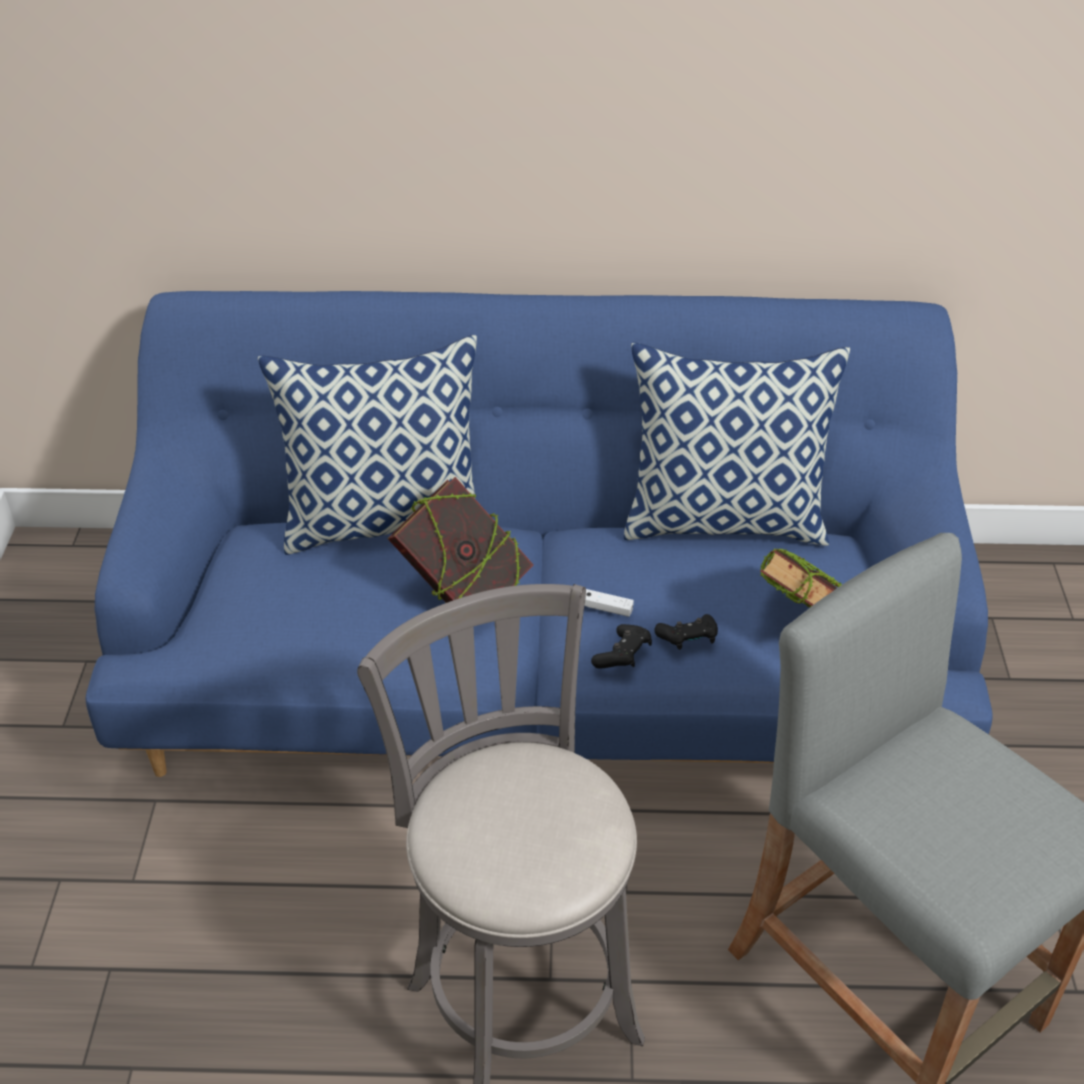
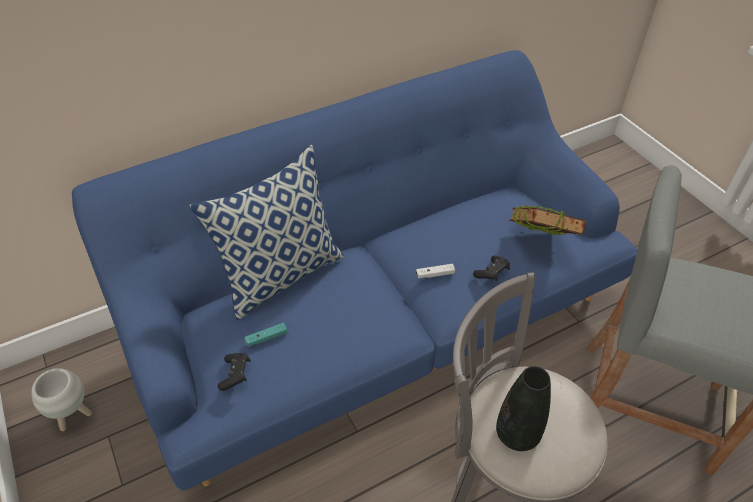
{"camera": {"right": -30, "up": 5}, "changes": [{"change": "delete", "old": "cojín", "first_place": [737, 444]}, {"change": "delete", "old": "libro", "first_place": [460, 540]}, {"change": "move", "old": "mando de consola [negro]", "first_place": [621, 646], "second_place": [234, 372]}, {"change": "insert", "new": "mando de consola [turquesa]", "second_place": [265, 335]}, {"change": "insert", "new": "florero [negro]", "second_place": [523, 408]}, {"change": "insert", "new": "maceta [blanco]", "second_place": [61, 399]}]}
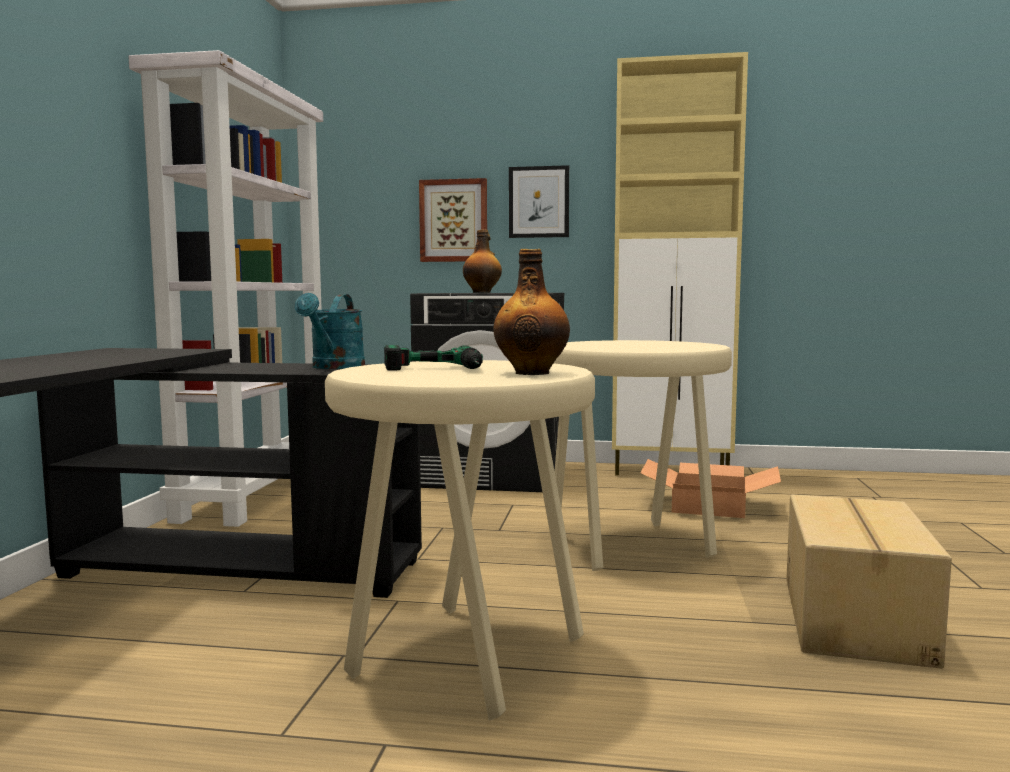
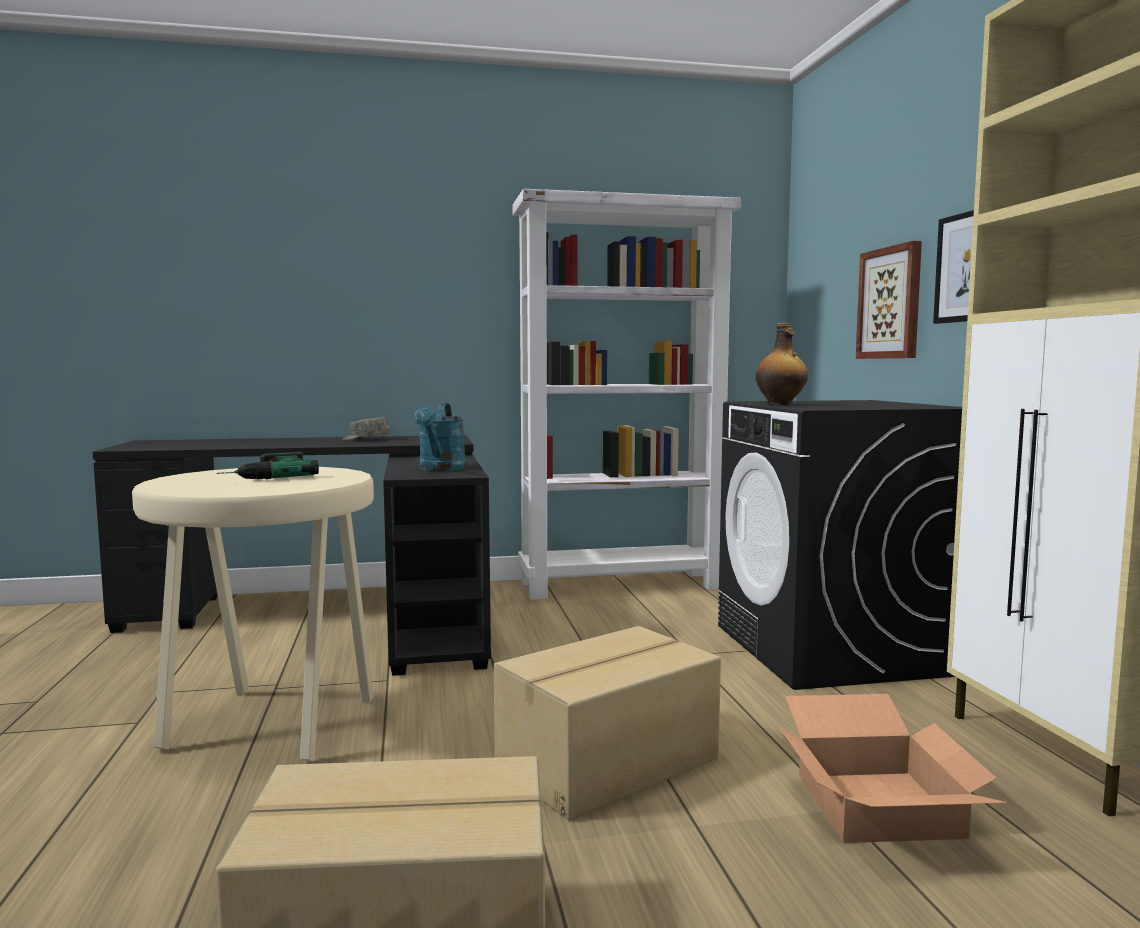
{"camera": {"right": 70, "up": 0}, "changes": [{"change": "delete", "old": "botella", "first_place": [531, 312]}, {"change": "rotate", "old": "regadera [turquesa]", "first_place": [330, 331], "second_place": [440, 437], "degrees": -75}, {"change": "replace", "old": "taburete [beis]", "new": "caja de cartón", "first_place": [643, 455], "second_place": [607, 723]}, {"change": "insert", "new": "gorra [gris]", "second_place": [366, 428]}]}
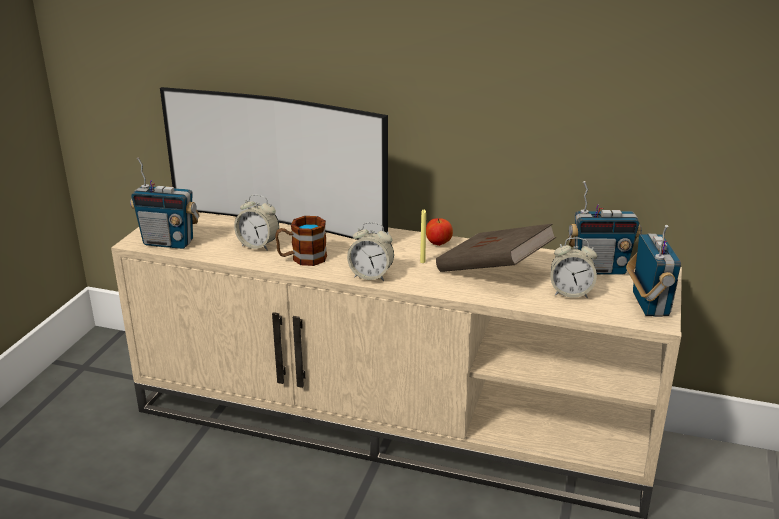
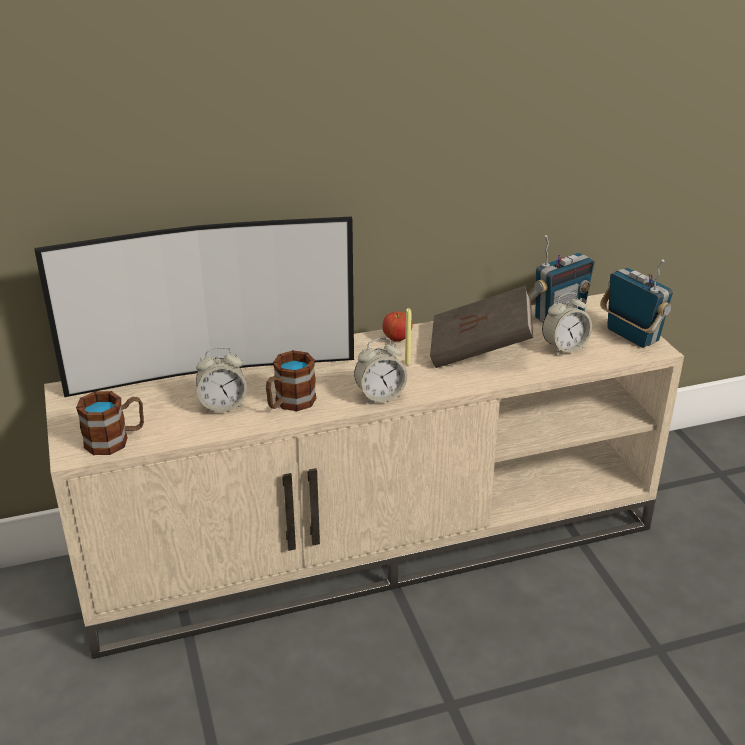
{"camera": {"right": -35, "up": 5}, "changes": [{"change": "replace", "old": "radio", "new": "taza grande", "first_place": [165, 203], "second_place": [110, 423]}]}
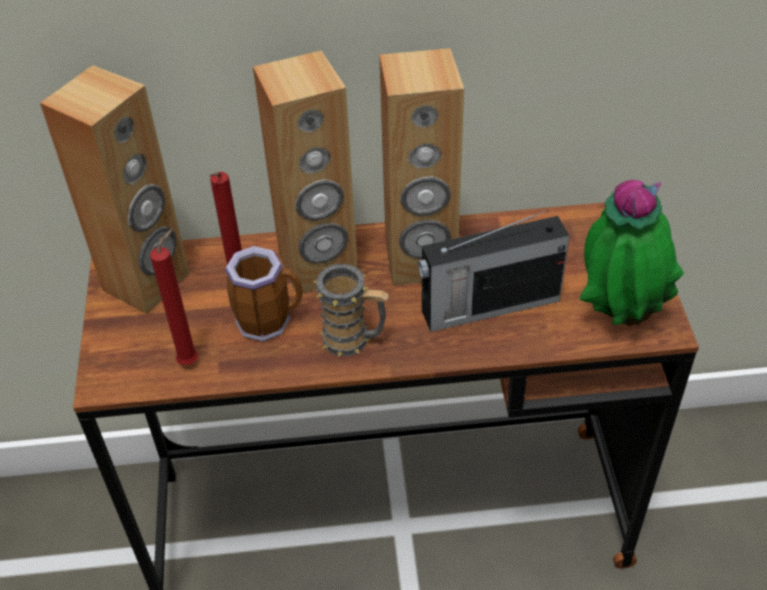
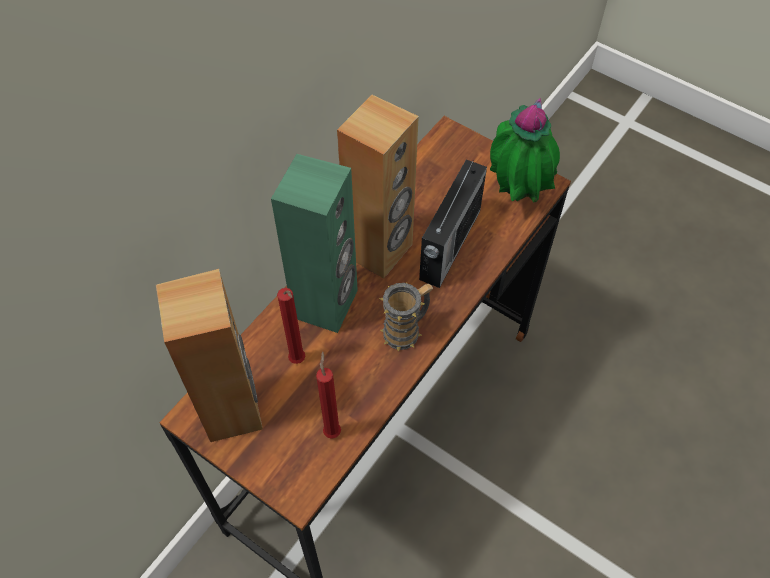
{"camera": {"right": -50, "up": 10}, "changes": [{"change": "recolor", "old": "altavoz [marrón]", "new": "altavoz [verde]", "first_place": [305, 171], "second_place": [314, 243]}, {"change": "delete", "old": "taza grande", "first_place": [263, 294]}]}
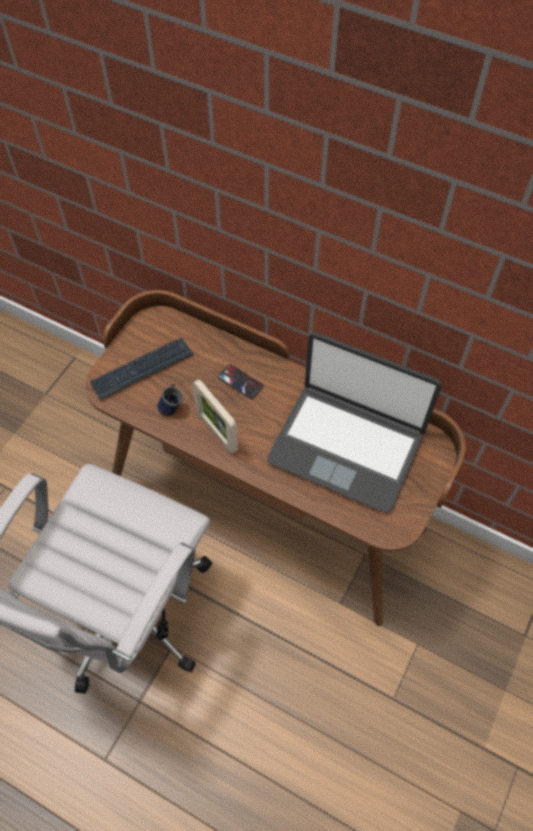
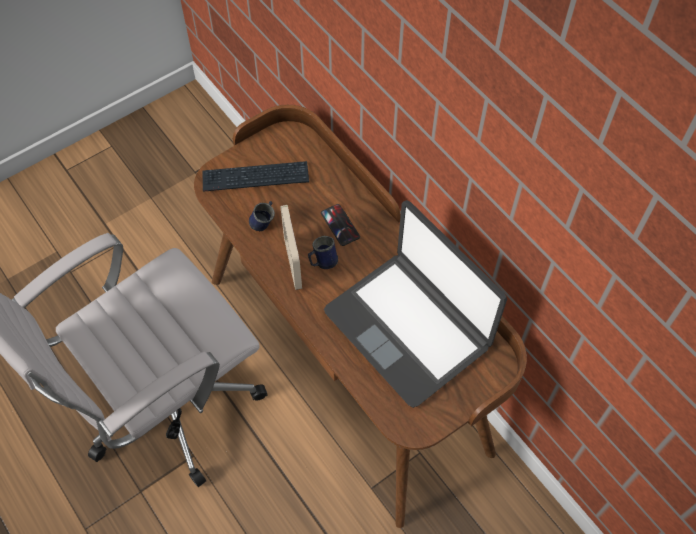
{"camera": {"right": 25, "up": 0}, "changes": [{"change": "insert", "new": "taza grande [azul]", "second_place": [323, 252]}]}
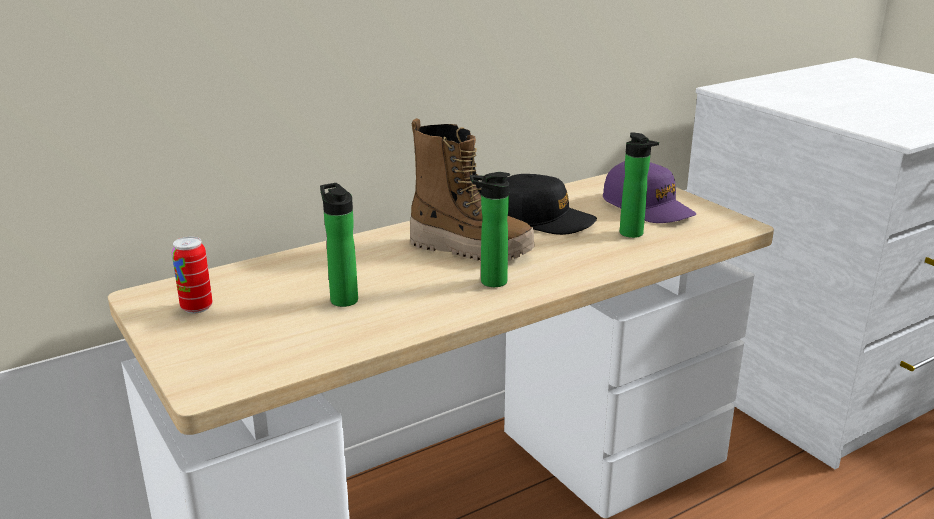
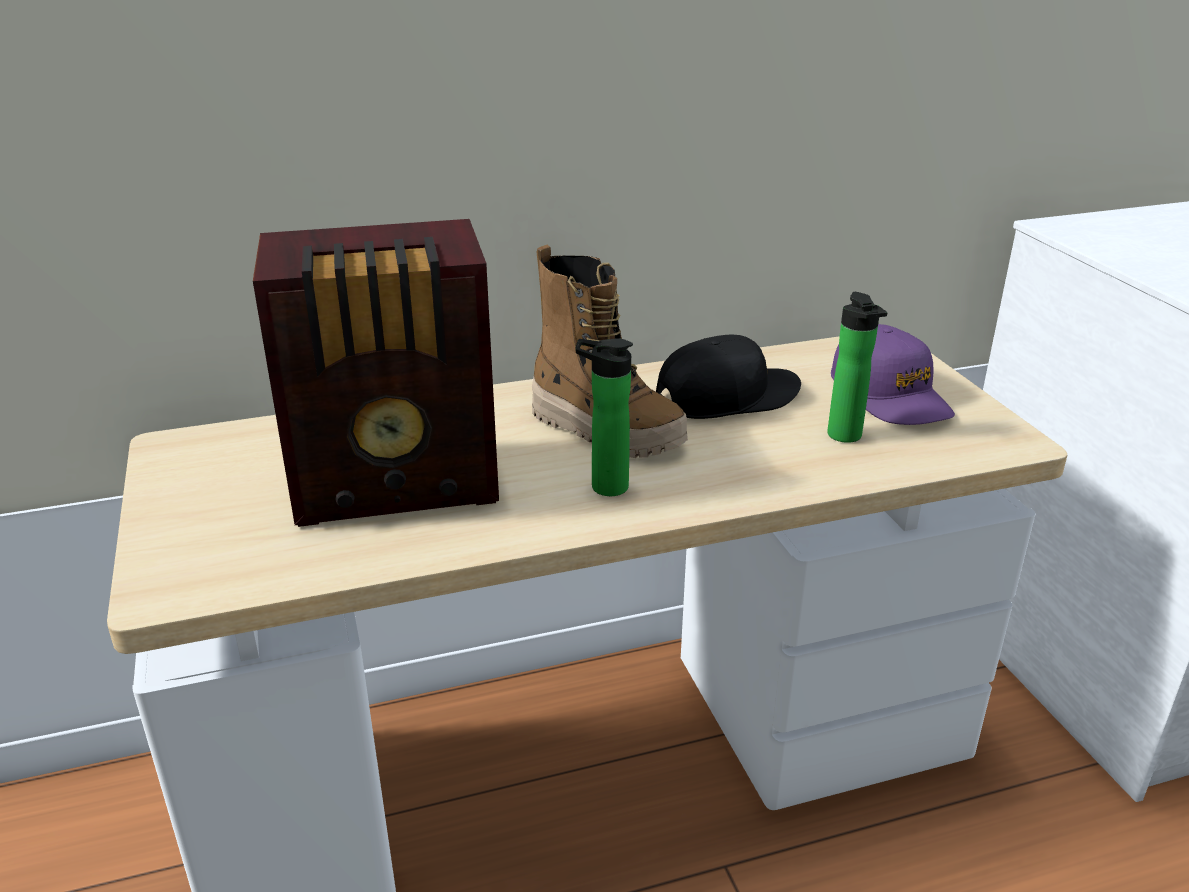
{"camera": {"right": 15, "up": 5}, "changes": [{"change": "rotate", "old": "gorra [negro]", "first_place": [551, 204], "second_place": [728, 377], "degrees": -60}, {"change": "replace", "old": "botella", "new": "radio", "first_place": [339, 245], "second_place": [376, 373]}, {"change": "delete", "old": "lata", "first_place": [192, 275]}]}
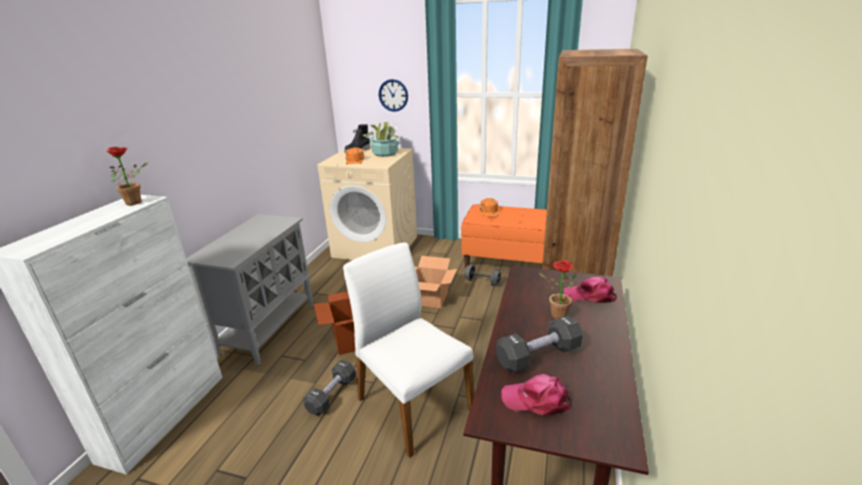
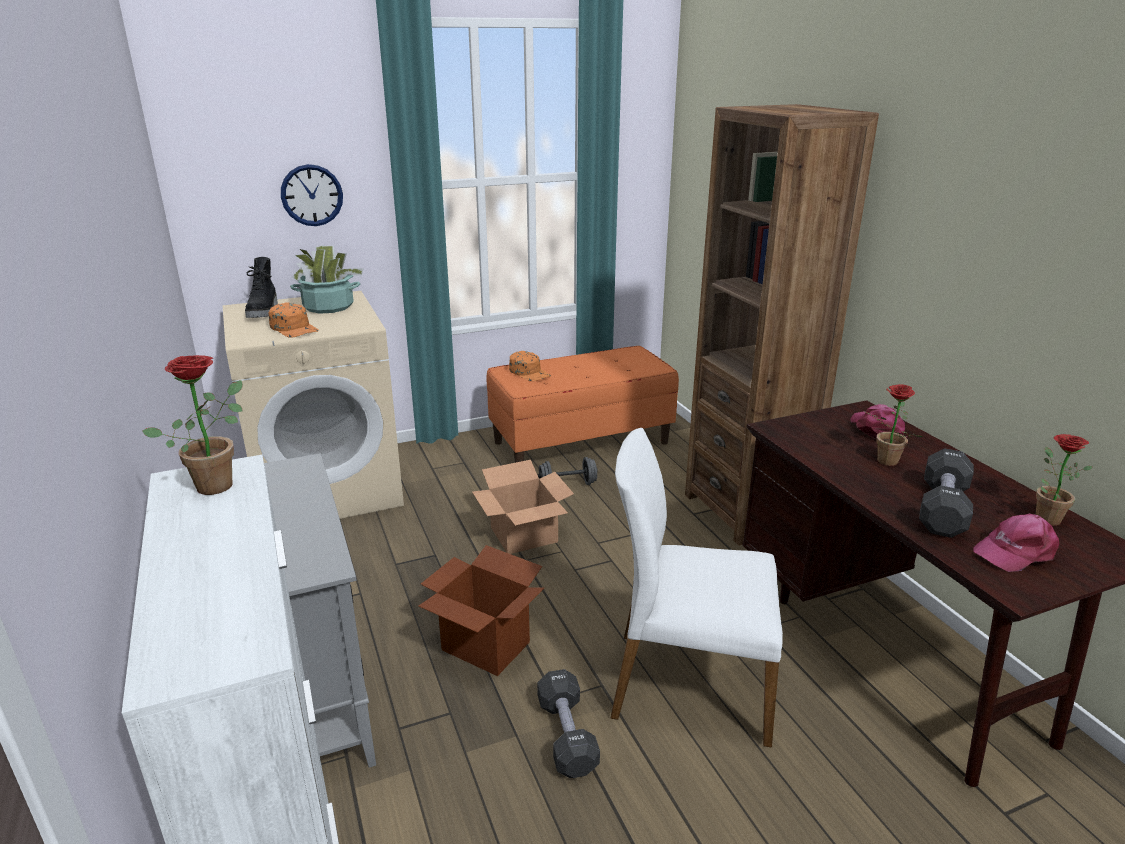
{"camera": {"right": -40, "up": 0}, "changes": [{"change": "rotate", "old": "gorra [rosa]", "first_place": [590, 289], "second_place": [879, 421], "degrees": 105}, {"change": "insert", "new": "planta en maceta", "second_place": [1064, 480]}]}
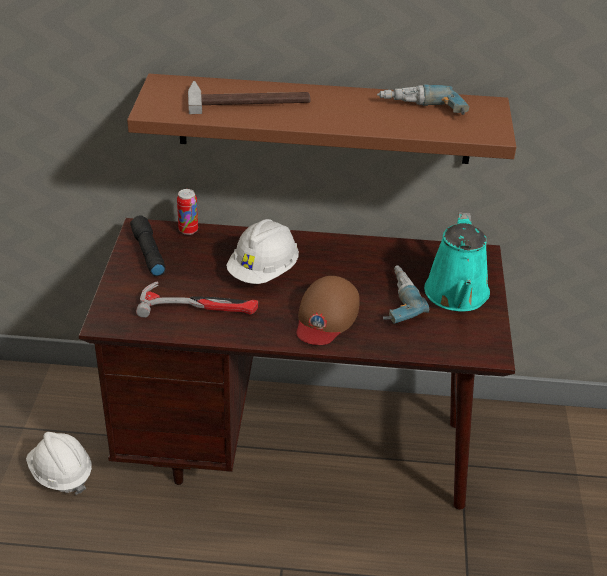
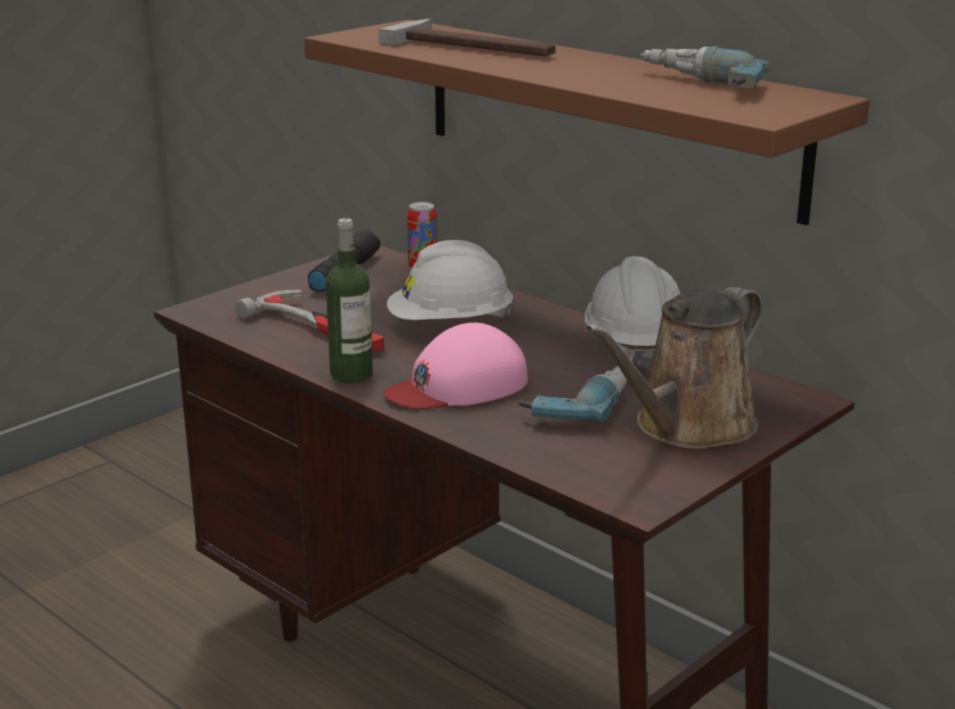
{"camera": {"right": 40, "up": -15}, "changes": [{"change": "recolor", "old": "regadera [turquesa]", "new": "regadera [marrón]", "first_place": [457, 262], "second_place": [674, 367]}, {"change": "recolor", "old": "gorra [marrón]", "new": "gorra [rosa]", "first_place": [328, 310], "second_place": [455, 366]}, {"change": "move", "old": "casco [blanco]", "first_place": [59, 463], "second_place": [632, 313]}, {"change": "insert", "new": "botella", "second_place": [349, 300]}]}
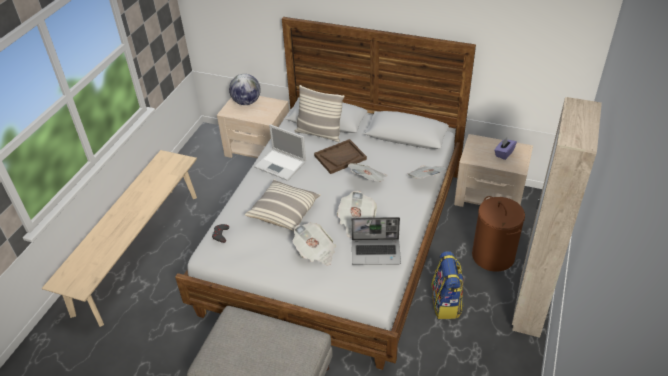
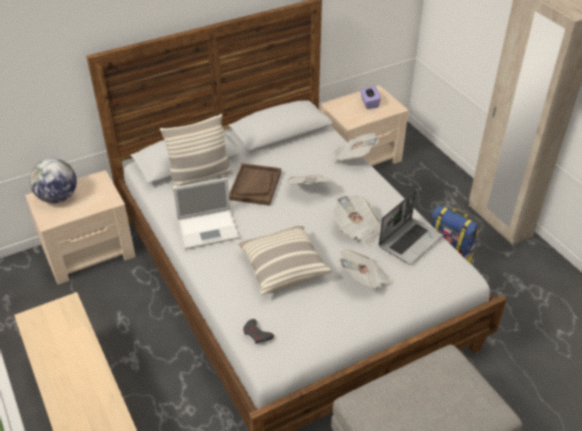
{"camera": {"right": -50, "up": 0}, "changes": [{"change": "delete", "old": "cesto de la ropa [marrón]", "first_place": [498, 234]}]}
